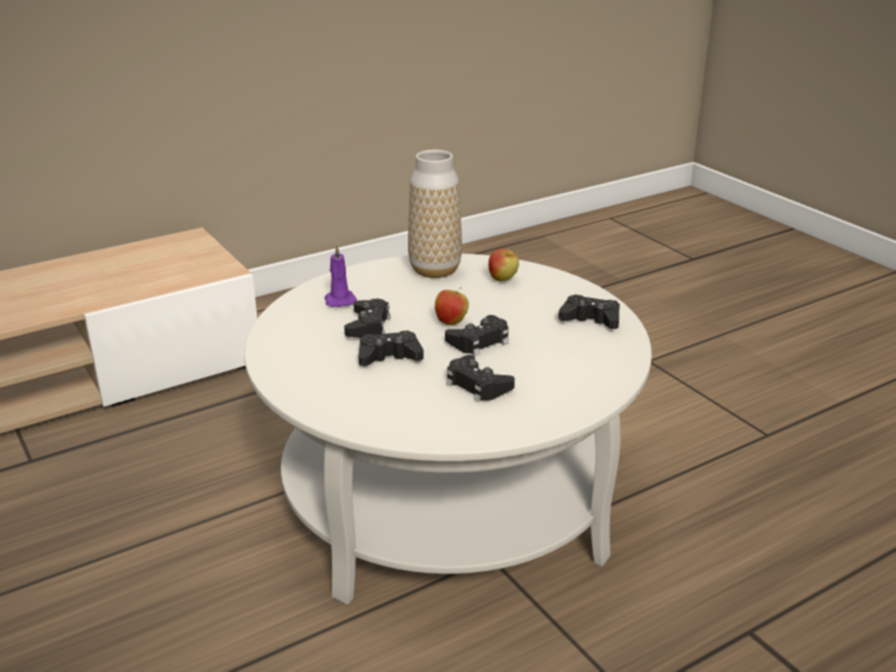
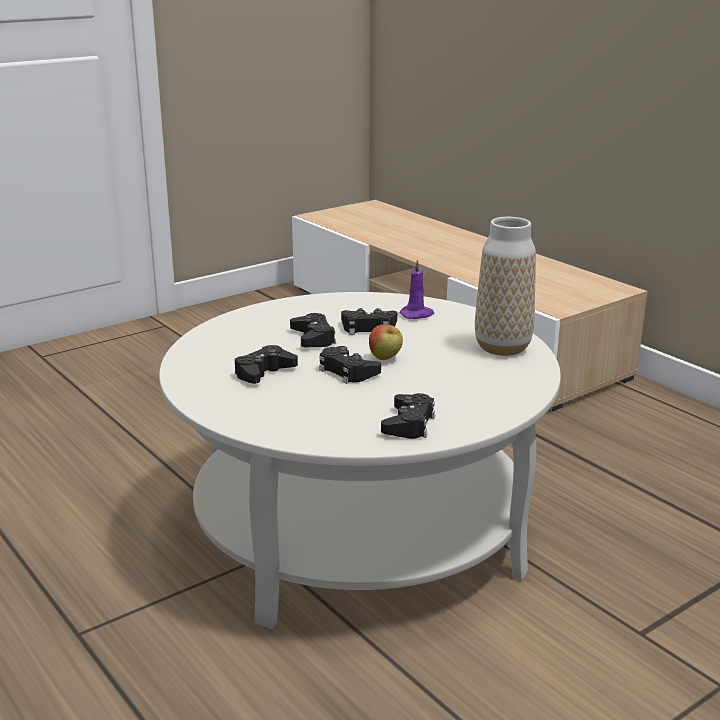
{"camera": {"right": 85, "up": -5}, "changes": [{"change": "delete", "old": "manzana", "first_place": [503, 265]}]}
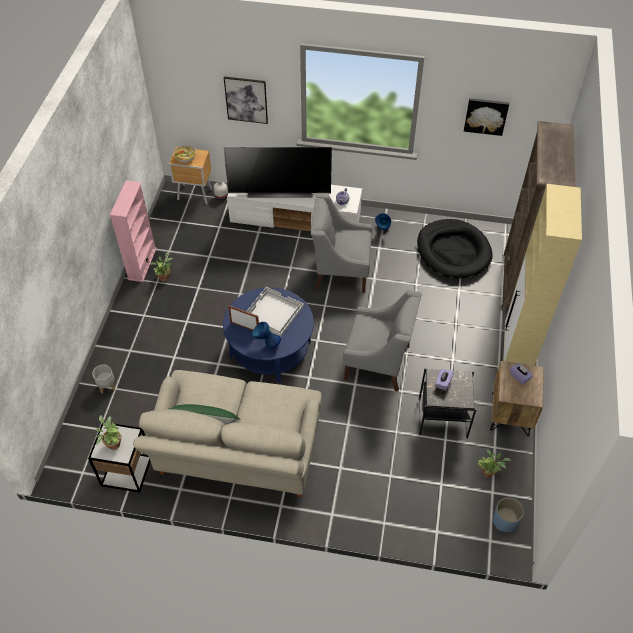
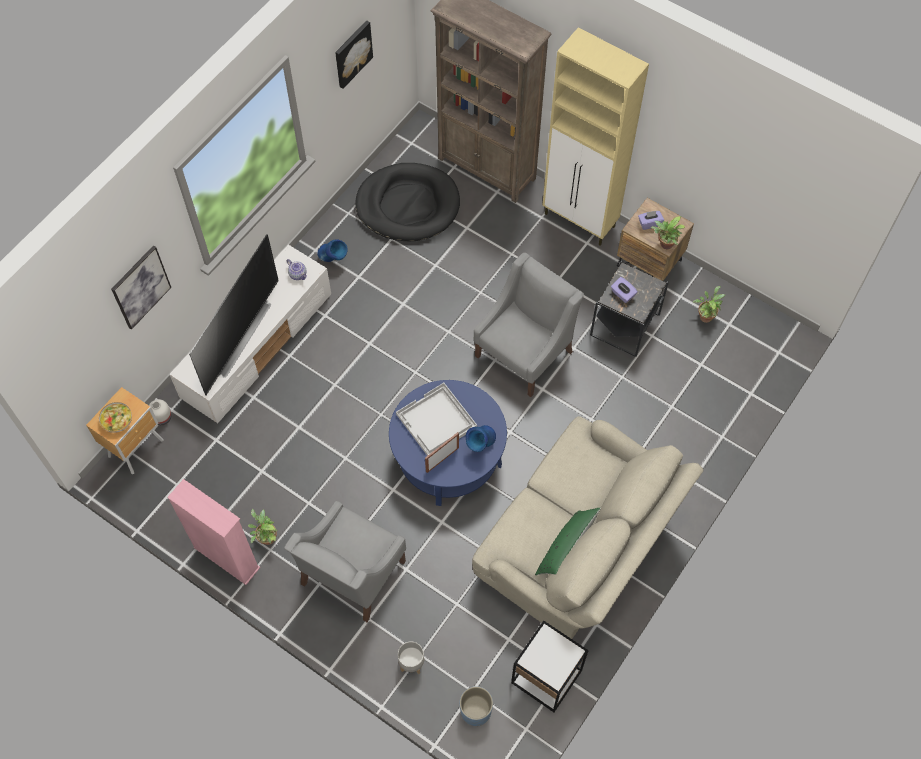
{"camera": {"right": -65, "up": 10}, "changes": [{"change": "move", "old": "sillón [gris]", "first_place": [341, 243], "second_place": [345, 561]}, {"change": "move", "old": "planta en maceta", "first_place": [108, 432], "second_place": [668, 232]}, {"change": "move", "old": "maceta [azul]", "first_place": [508, 514], "second_place": [476, 706]}]}
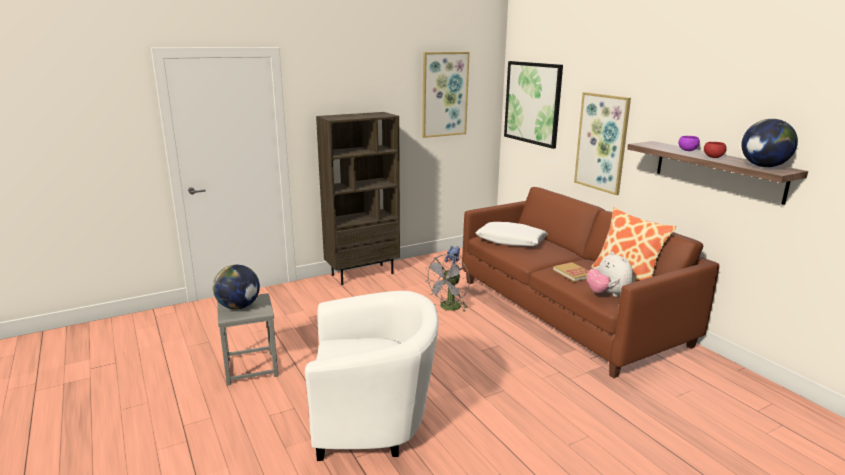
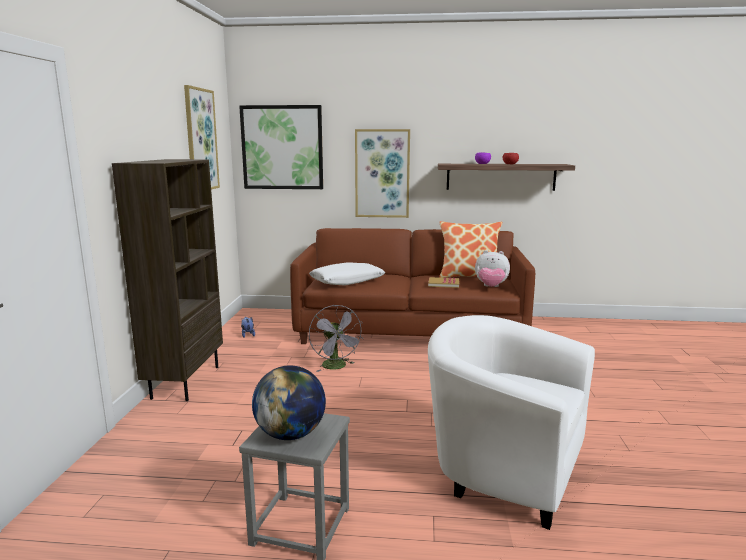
{"camera": {"right": -55, "up": -5}, "changes": [{"change": "delete", "old": "globo terráqueo", "first_place": [770, 143]}, {"change": "rotate", "old": "sillón [blanco]", "first_place": [372, 376], "second_place": [511, 422], "degrees": -90}]}
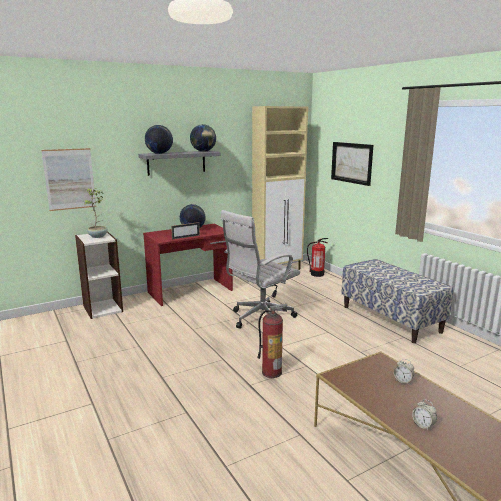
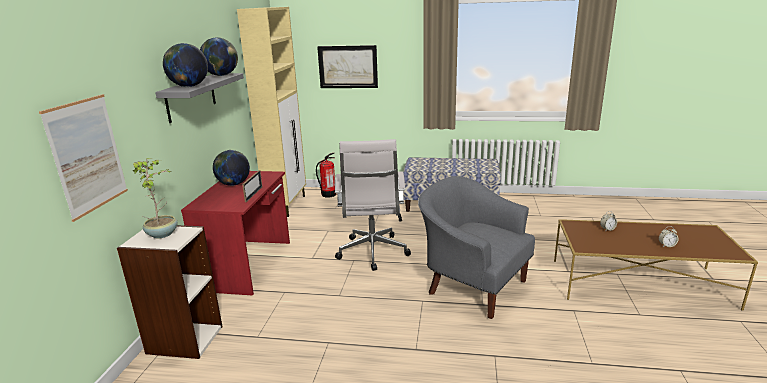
{"camera": {"right": -50, "up": 5}, "changes": [{"change": "replace", "old": "extintor", "new": "sillón [gris]", "first_place": [272, 341], "second_place": [476, 247]}]}
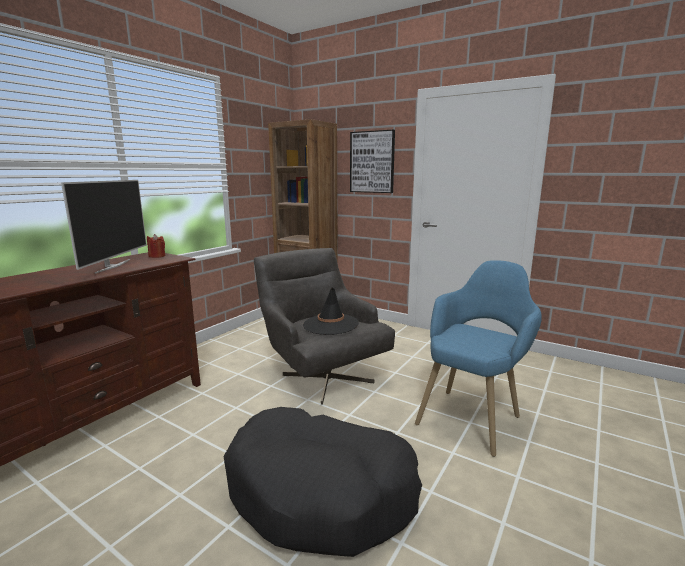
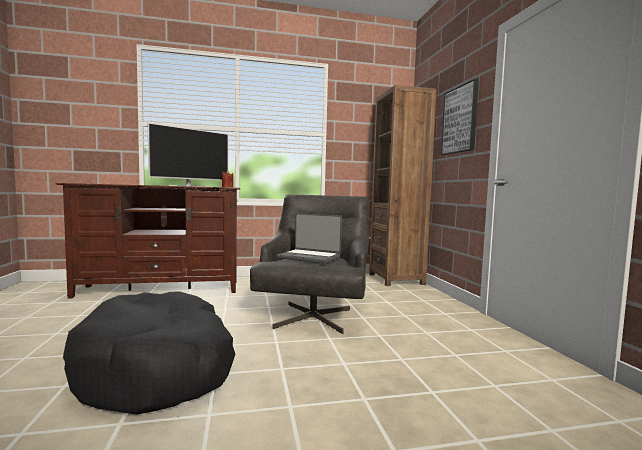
{"camera": {"right": 45, "up": -10}, "changes": [{"change": "delete", "old": "sillón [azul]", "first_place": [478, 358]}, {"change": "replace", "old": "sombrero [negro]", "new": "portátil", "first_place": [331, 311], "second_place": [309, 238]}]}
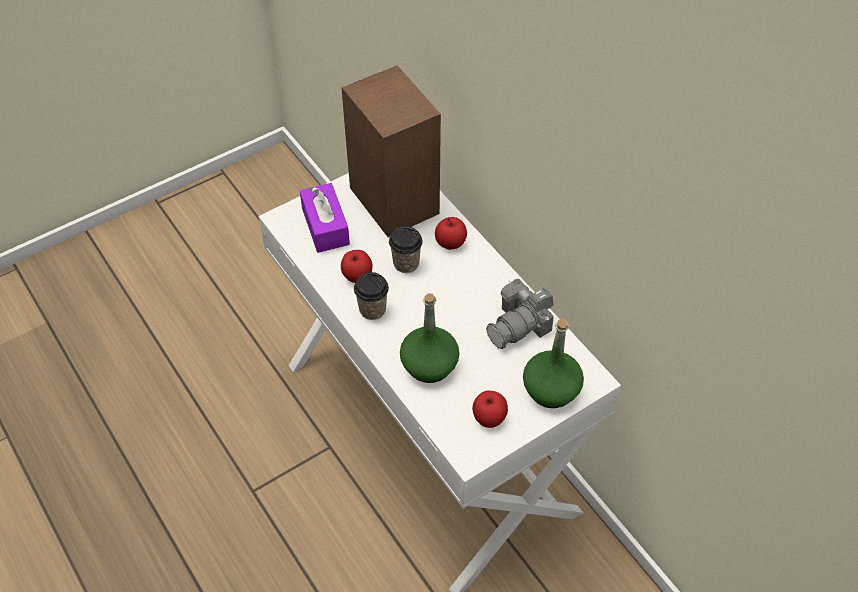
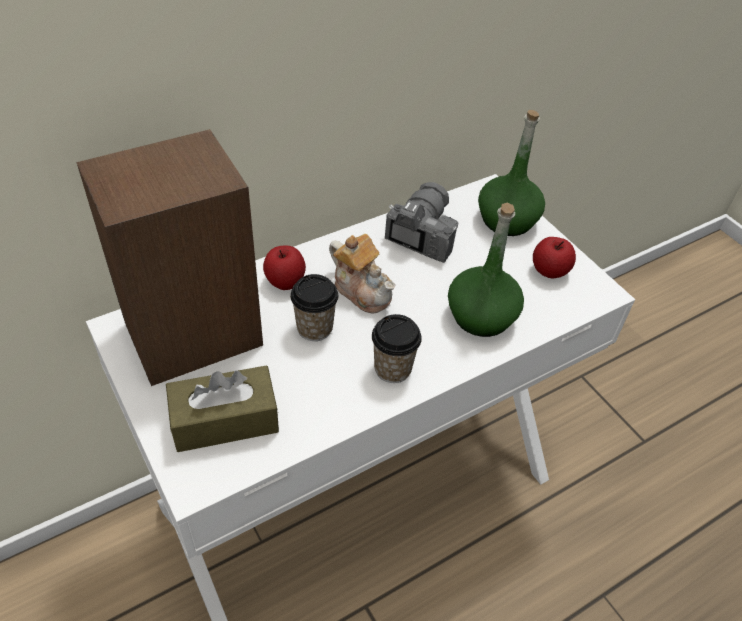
{"camera": {"right": -90, "up": -5}, "changes": [{"change": "recolor", "old": "caja de pañuelos [morado]", "new": "caja de pañuelos [marrón]", "first_place": [325, 218], "second_place": [222, 408]}, {"change": "delete", "old": "manzana", "first_place": [356, 266]}, {"change": "rotate", "old": "cámara", "first_place": [520, 314], "second_place": [421, 222], "degrees": -120}, {"change": "insert", "new": "tetera", "second_place": [362, 274]}]}
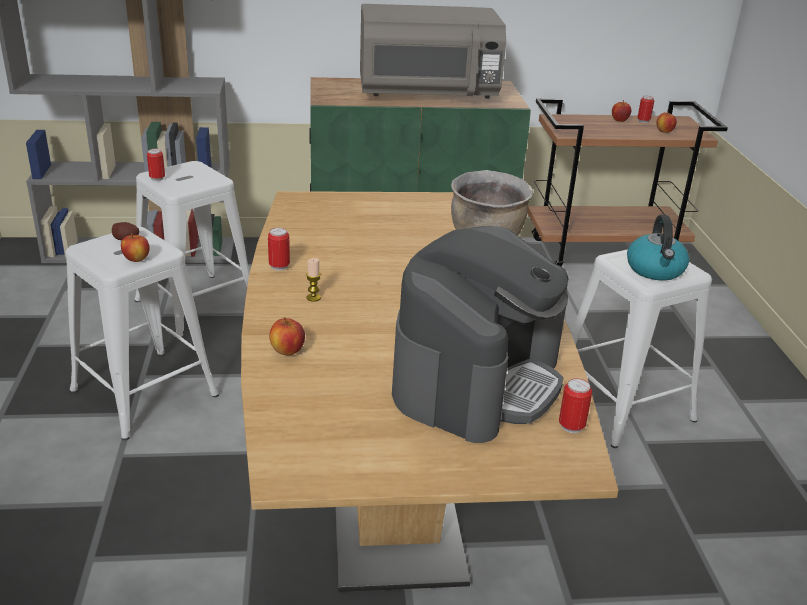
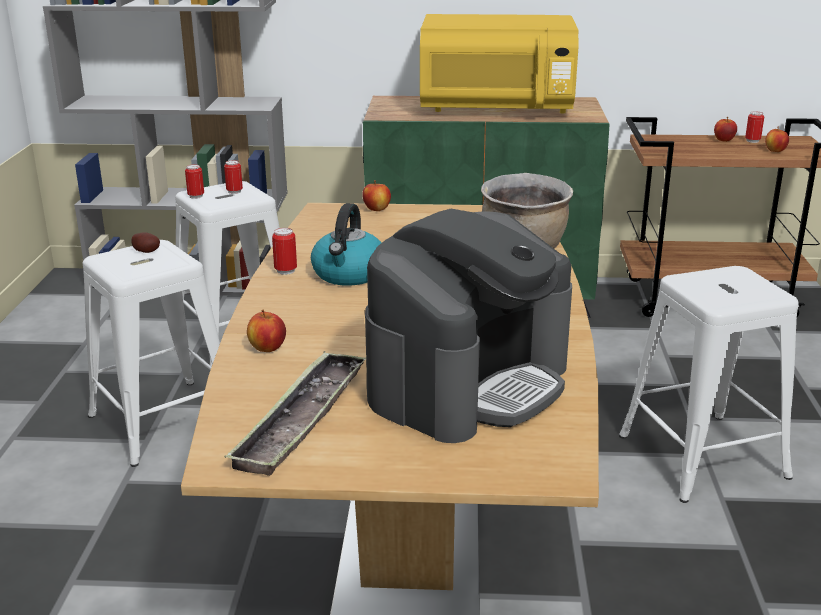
{"camera": {"right": 10, "up": -5}, "changes": [{"change": "recolor", "old": "microondas [gris]", "new": "microondas [amarillo]", "first_place": [433, 51], "second_place": [499, 64]}, {"change": "move", "old": "hervidor", "first_place": [658, 247], "second_place": [346, 244]}, {"change": "move", "old": "manzana", "first_place": [135, 247], "second_place": [376, 195]}, {"change": "delete", "old": "vela", "first_place": [313, 280]}, {"change": "move", "old": "lata", "first_place": [575, 405], "second_place": [233, 177]}, {"change": "insert", "new": "bandeja", "second_place": [295, 413]}]}
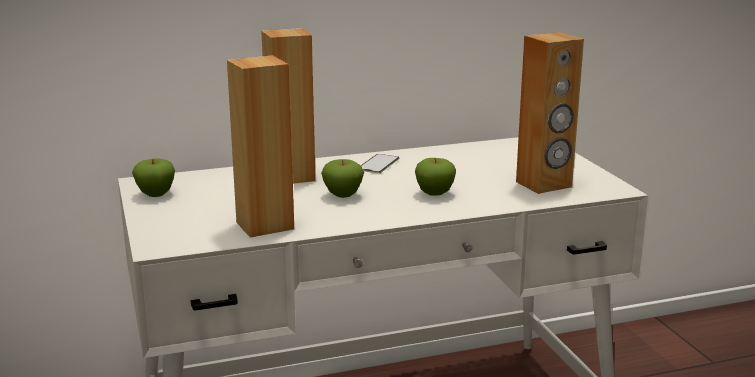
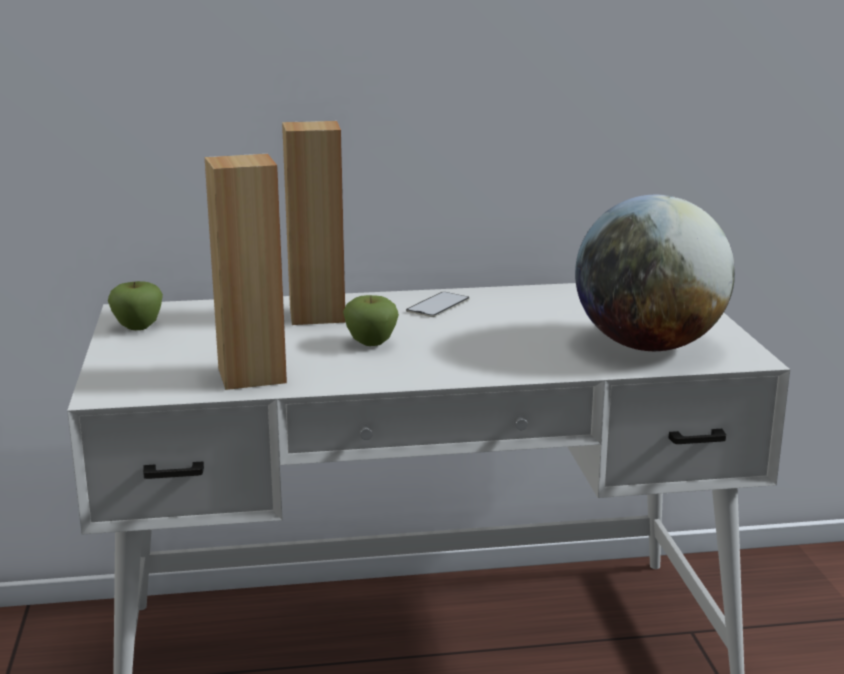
{"camera": {"right": 10, "up": 0}, "changes": [{"change": "replace", "old": "altavoz [marrón]", "new": "globo terráqueo", "first_place": [550, 113], "second_place": [655, 272]}, {"change": "delete", "old": "manzana", "first_place": [435, 177]}]}
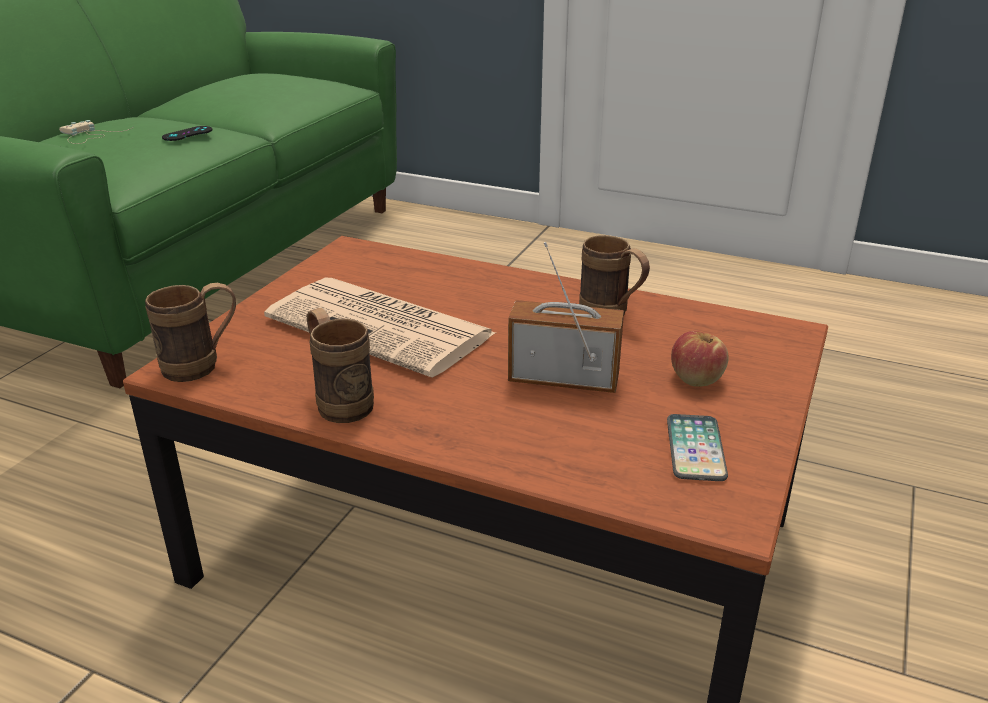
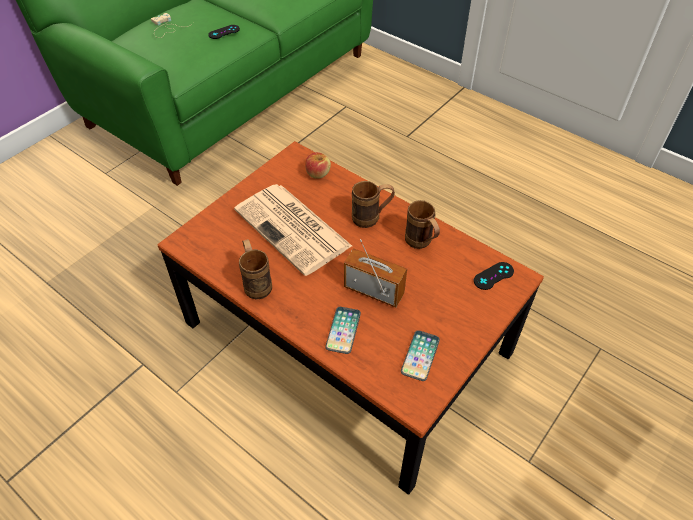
{"camera": {"right": 15, "up": 20}, "changes": [{"change": "move", "old": "taza grande [marrón]", "first_place": [190, 332], "second_place": [373, 204]}, {"change": "move", "old": "manzana", "first_place": [700, 359], "second_place": [318, 165]}, {"change": "insert", "new": "mando de consola [negro]", "second_place": [494, 276]}, {"change": "insert", "new": "móvil", "second_place": [343, 330]}]}
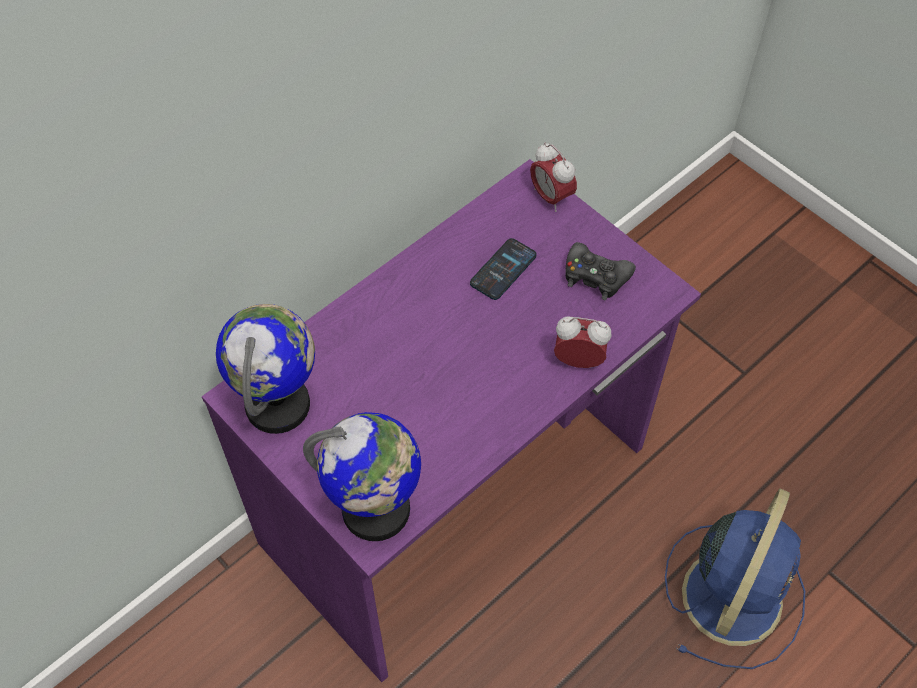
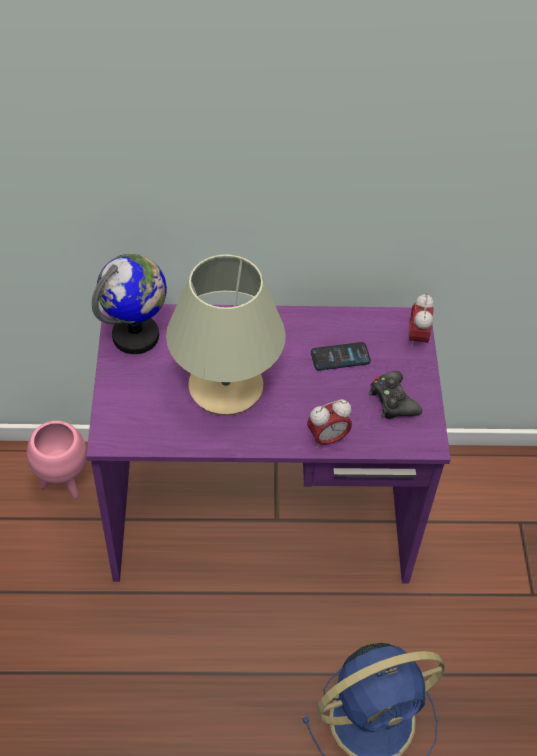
{"camera": {"right": 40, "up": -5}, "changes": [{"change": "rotate", "old": "despertador", "first_place": [582, 342], "second_place": [329, 424], "degrees": 105}, {"change": "delete", "old": "globo terráqueo", "first_place": [362, 476]}, {"change": "insert", "new": "lámpara de mesa [beis]", "second_place": [226, 334]}, {"change": "insert", "new": "maceta [rosa]", "second_place": [57, 459]}]}
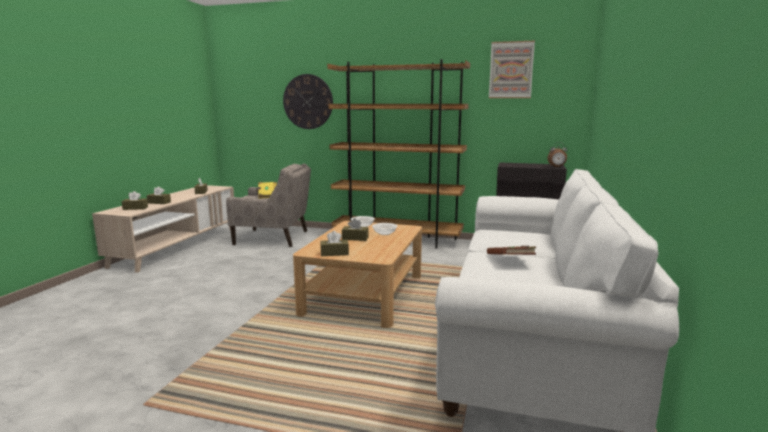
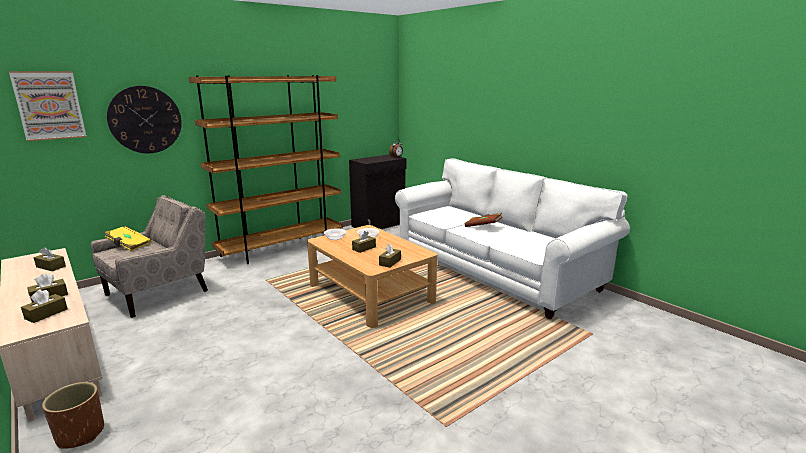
{"camera": {"right": -55, "up": 5}, "changes": [{"change": "move", "old": "cuadro", "first_place": [512, 69], "second_place": [47, 106]}, {"change": "insert", "new": "maceta [marrón]", "second_place": [73, 415]}]}
